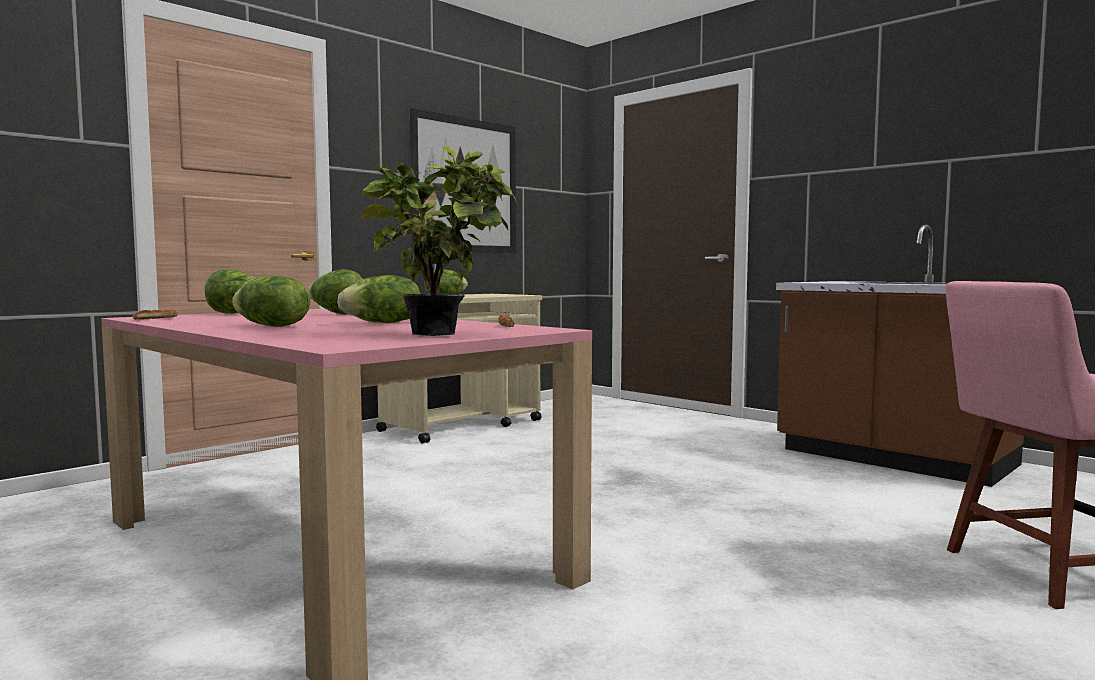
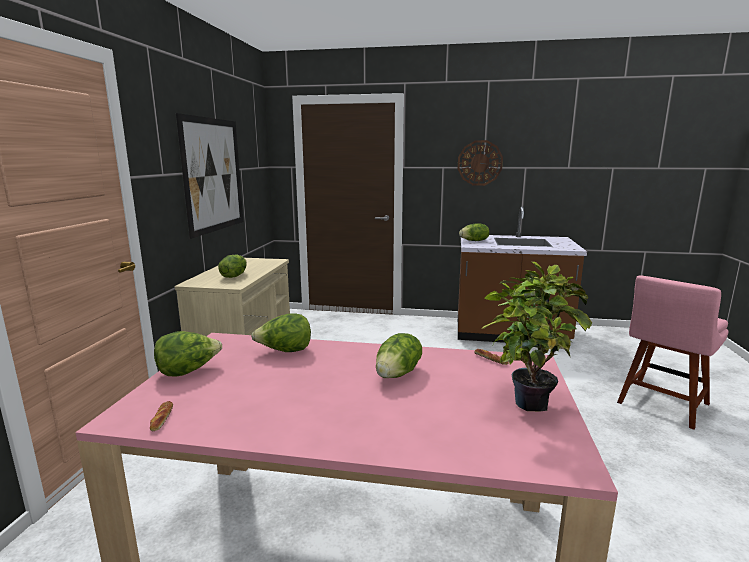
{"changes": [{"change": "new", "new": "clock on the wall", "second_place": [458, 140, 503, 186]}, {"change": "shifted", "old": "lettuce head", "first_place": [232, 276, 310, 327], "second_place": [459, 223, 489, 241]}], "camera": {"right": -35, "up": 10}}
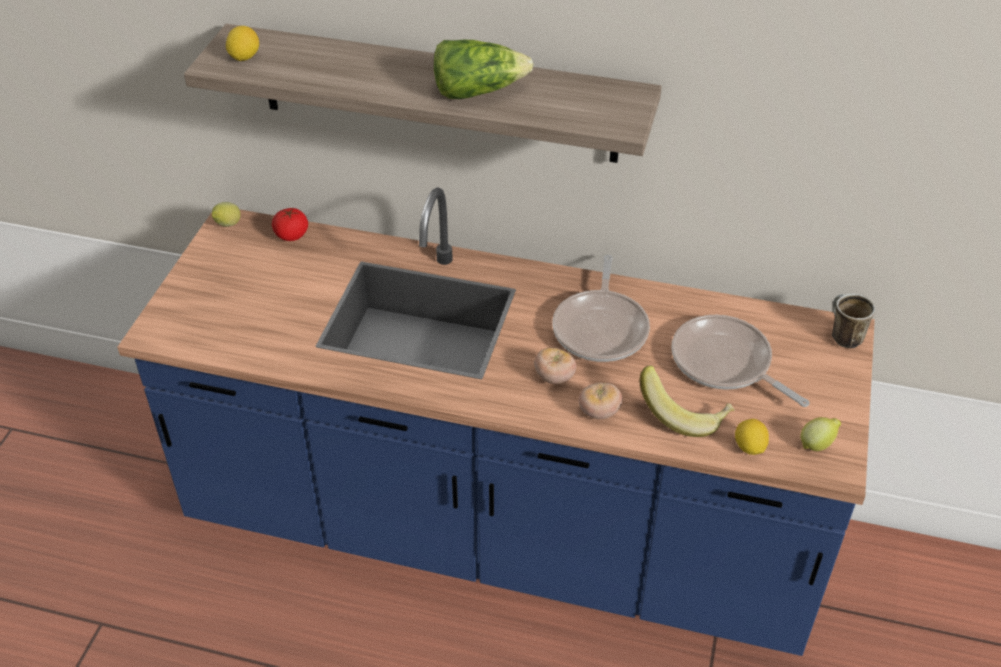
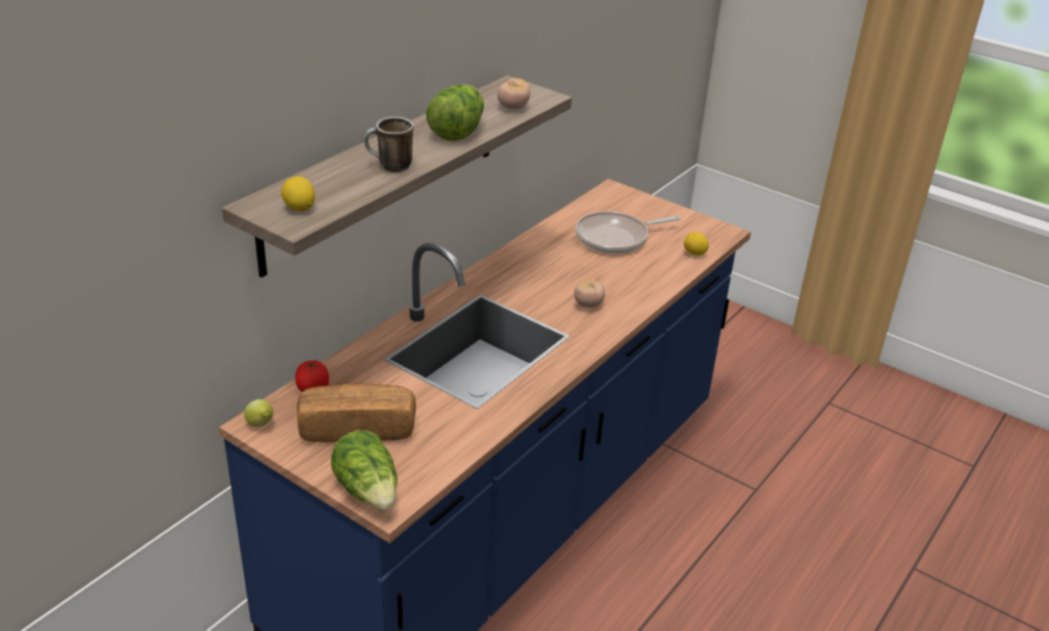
{"changes": [{"change": "new", "new": "bread", "second_place": [297, 384, 416, 442]}, {"change": "new", "new": "lettuce head", "second_place": [331, 430, 397, 510]}, {"change": "shifted", "old": "mug", "first_place": [832, 293, 875, 348], "second_place": [364, 117, 413, 172]}, {"change": "shifted", "old": "tomato", "first_place": [578, 383, 622, 419], "second_place": [497, 78, 530, 110]}, {"change": "gone", "old": "skillet", "first_place": [552, 255, 650, 362]}, {"change": "gone", "old": "whole banana", "first_place": [639, 366, 734, 437]}, {"change": "gone", "old": "whole lemon", "first_place": [800, 417, 841, 451]}], "camera": {"right": -70, "up": -10}}
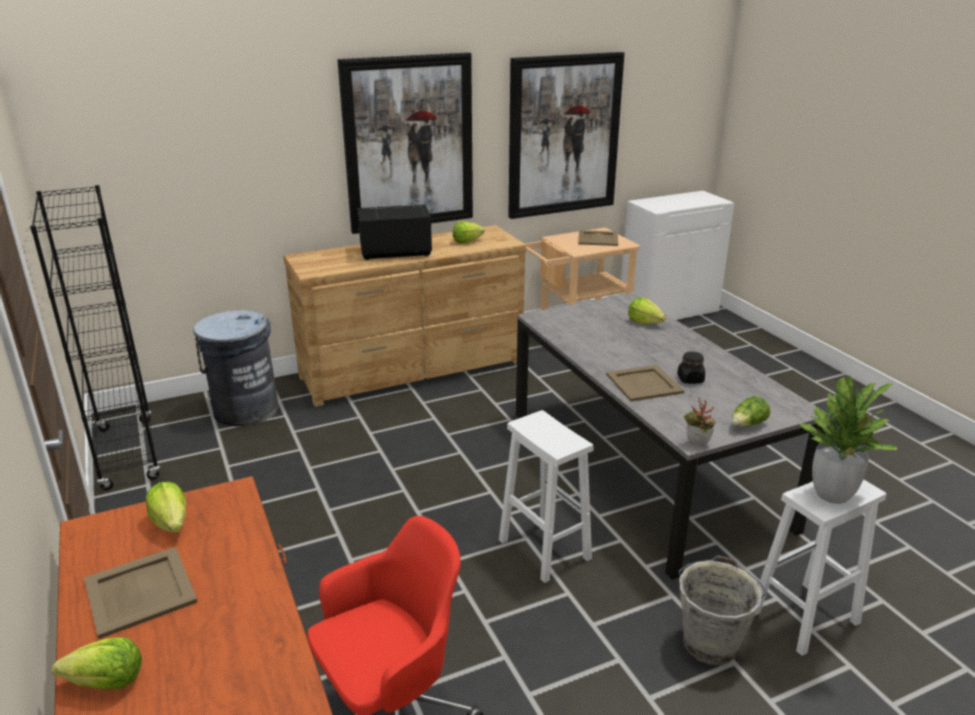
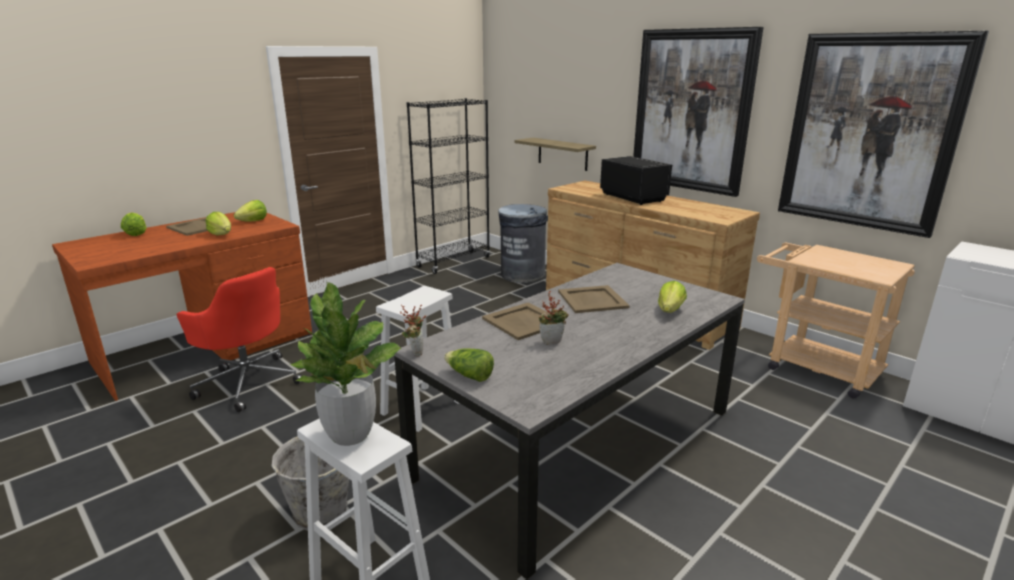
{"changes": [{"change": "shifted", "old": "lettuce head", "first_place": [453, 221, 484, 243], "second_place": [206, 212, 231, 235]}, {"change": "new", "new": "bracket shelf", "second_place": [515, 138, 596, 171]}, {"change": "swapped", "old": "black-coloured preserve jar", "new": "plant in a pot", "first_place": [677, 352, 705, 384], "second_place": [539, 291, 569, 345]}, {"change": "shifted", "old": "beige-coloured carrying tray", "first_place": [578, 230, 618, 246], "second_place": [558, 285, 630, 313]}], "camera": {"right": 70, "up": -5}}
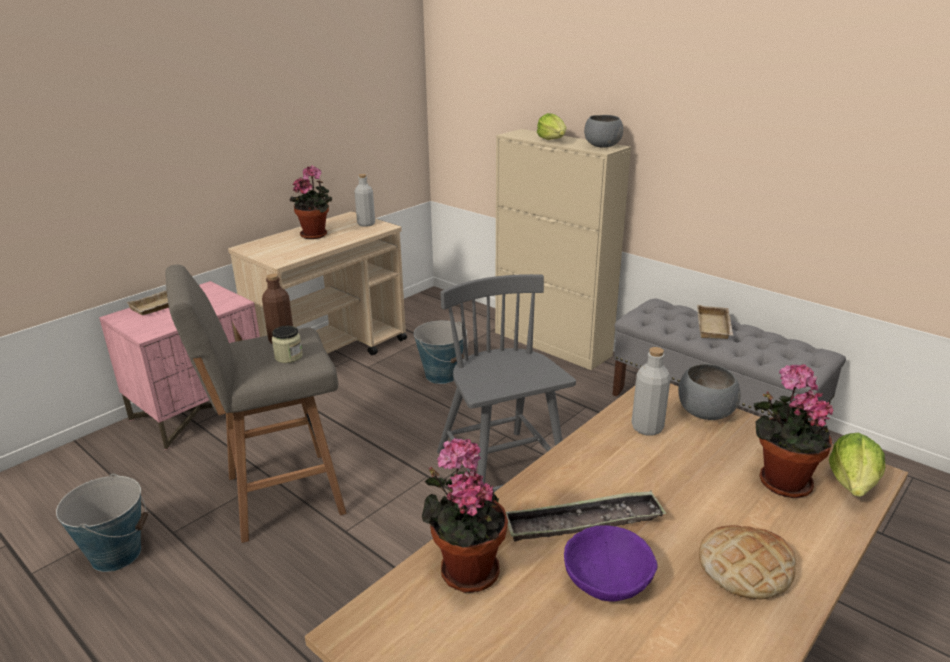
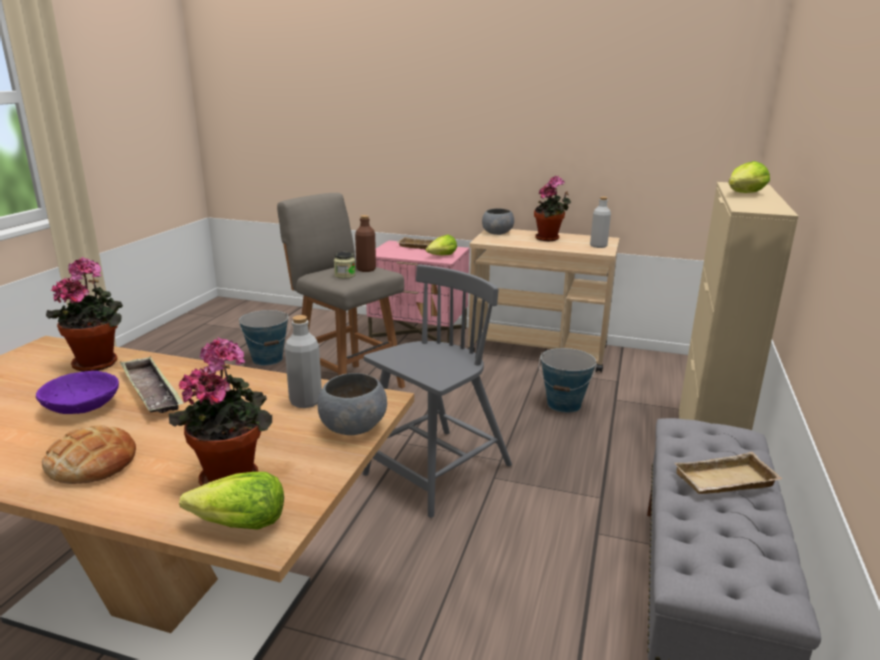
{"changes": [{"change": "new", "new": "lettuce head", "second_place": [426, 235, 457, 255]}, {"change": "shifted", "old": "greyish bowl", "first_place": [584, 115, 623, 148], "second_place": [482, 209, 514, 235]}], "camera": {"right": 65, "up": -5}}
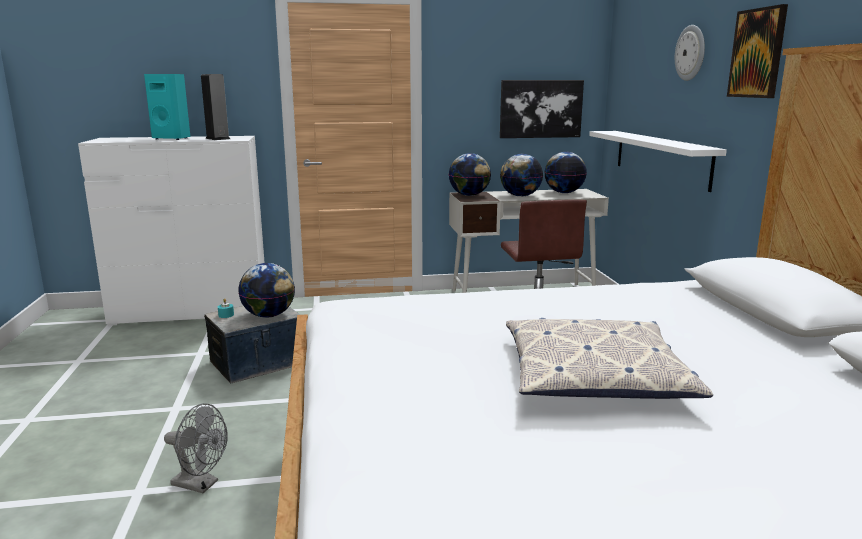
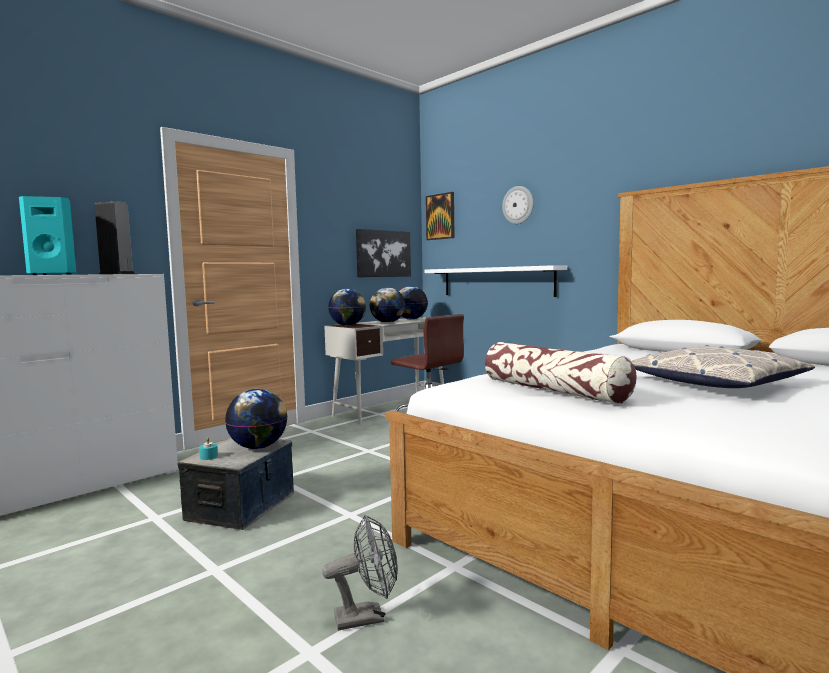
{"changes": [{"change": "shifted", "old": "wall art", "first_place": [727, 4, 788, 98], "second_place": [426, 192, 454, 240]}, {"change": "new", "new": "pillow", "second_place": [485, 342, 637, 404]}], "camera": {"right": -35, "up": -10}}
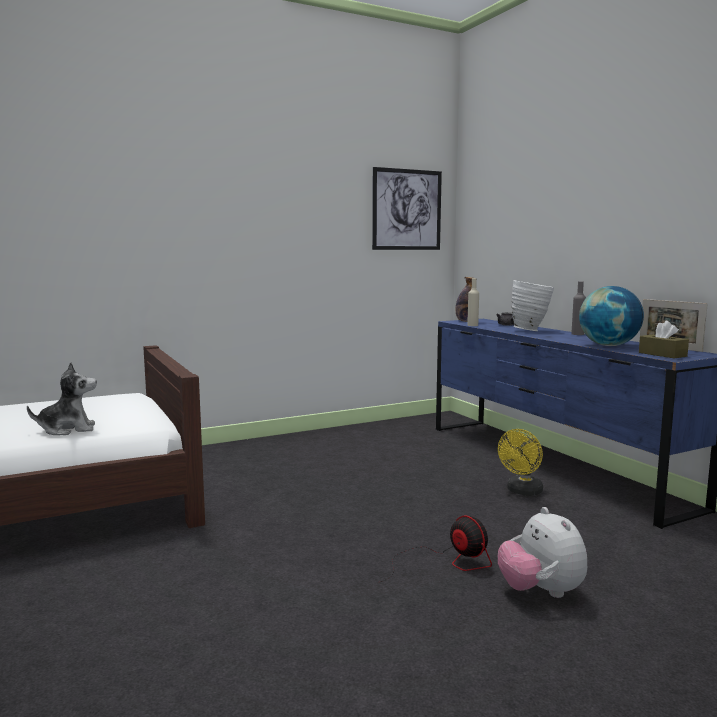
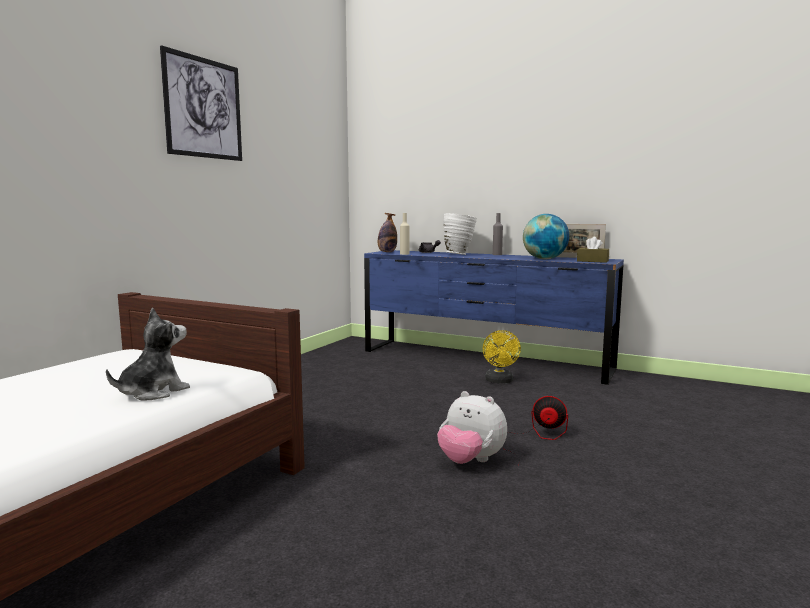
{"changes": [{"change": "shifted", "old": "wall art", "first_place": [372, 167, 442, 250], "second_place": [160, 45, 242, 161]}, {"change": "shifted", "old": "plush toy", "first_place": [498, 507, 587, 598], "second_place": [437, 391, 507, 464]}], "camera": {"right": -35, "up": 0}}
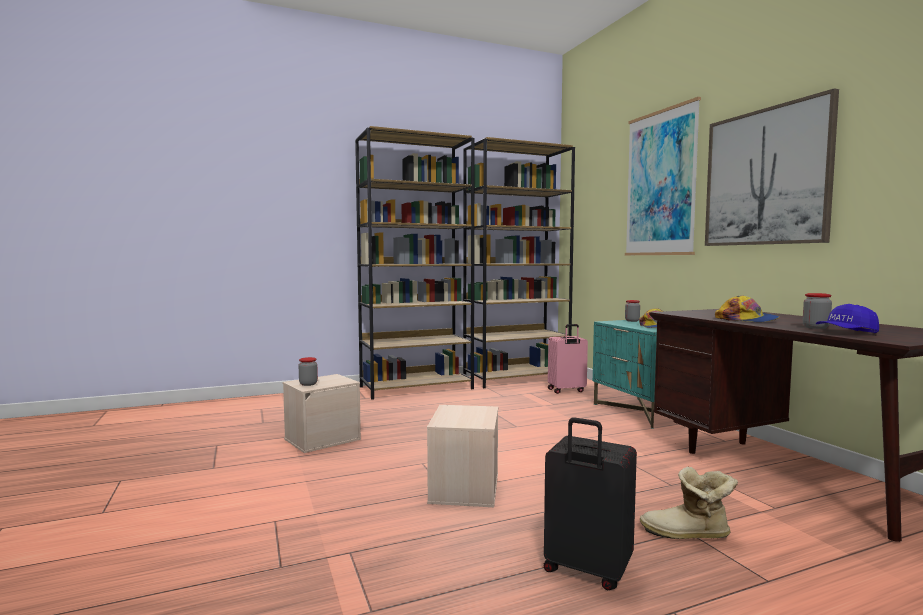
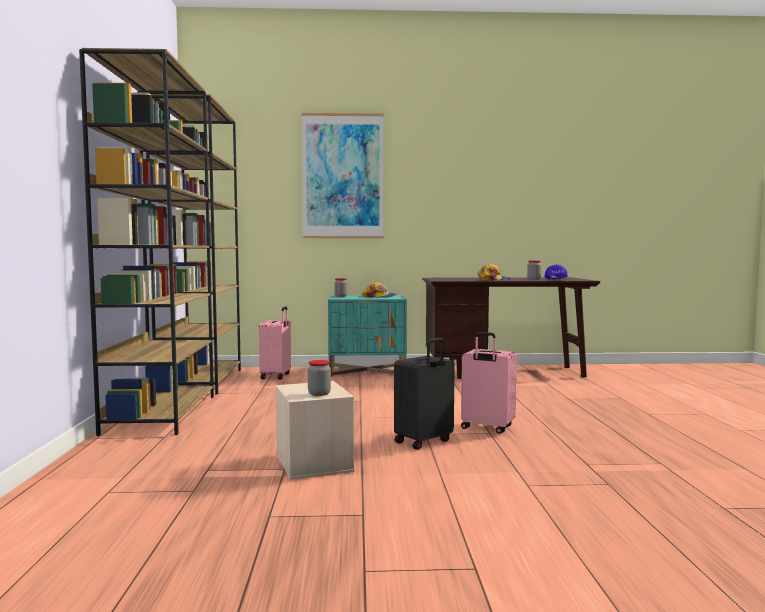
{"changes": [{"change": "shifted", "old": "black-coloured suitcase", "first_place": [544, 417, 637, 590], "second_place": [394, 338, 455, 450]}, {"change": "swapped", "old": "beige-coloured storage container", "new": "pink suitcase", "first_place": [427, 405, 498, 507], "second_place": [461, 332, 517, 434]}, {"change": "gone", "old": "boot", "first_place": [640, 467, 738, 539]}, {"change": "gone", "old": "wall art", "first_place": [705, 88, 839, 246]}], "camera": {"right": -70, "up": 0}}
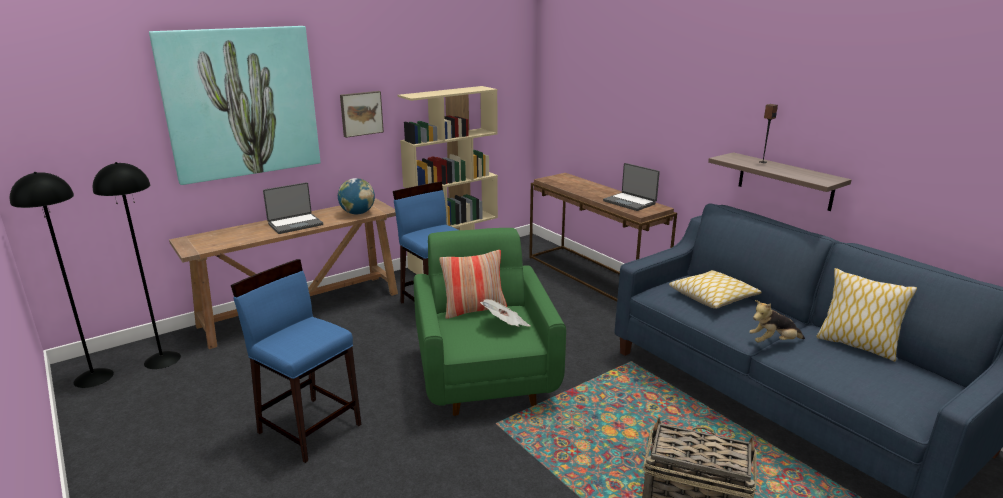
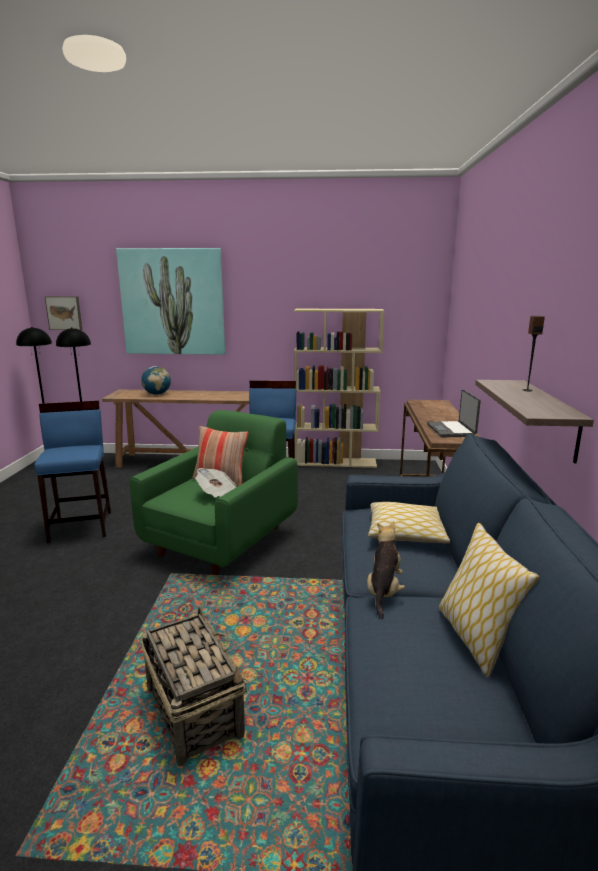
{"changes": [{"change": "shifted", "old": "wall art", "first_place": [340, 91, 384, 138], "second_place": [45, 296, 82, 330]}, {"change": "shifted", "old": "globe", "first_place": [338, 178, 375, 215], "second_place": [141, 366, 171, 395]}, {"change": "rotated", "old": "plush toy", "first_place": [749, 300, 805, 343], "second_place": [367, 522, 405, 619], "degrees": 75}, {"change": "gone", "old": "notebook computer", "first_place": [263, 182, 323, 234]}], "camera": {"right": 40, "up": -5}}
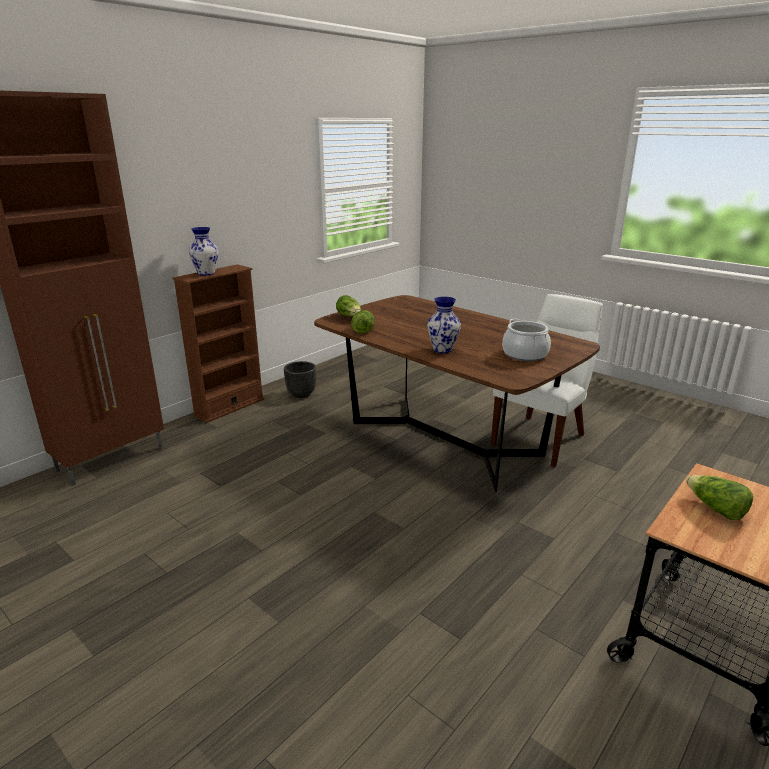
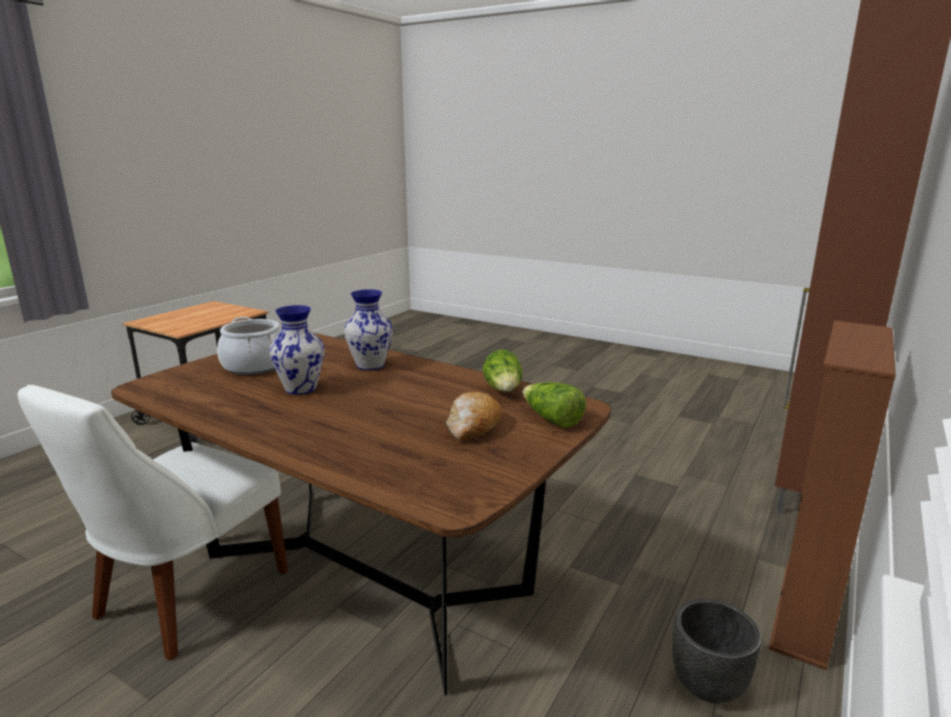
{"changes": [{"change": "shifted", "old": "flower vase", "first_place": [189, 227, 218, 276], "second_place": [269, 305, 324, 395]}, {"change": "new", "new": "bread", "second_place": [446, 392, 501, 441]}, {"change": "gone", "old": "lettuce head", "first_place": [686, 475, 753, 520]}], "camera": {"right": 170, "up": -5}}
